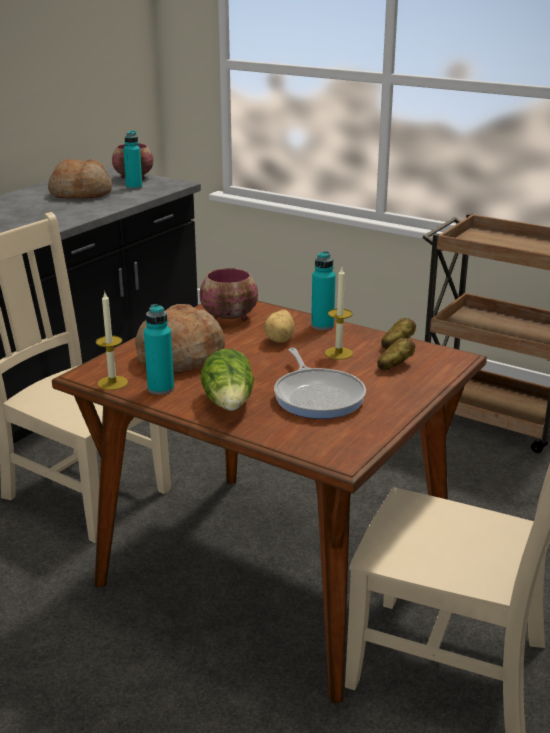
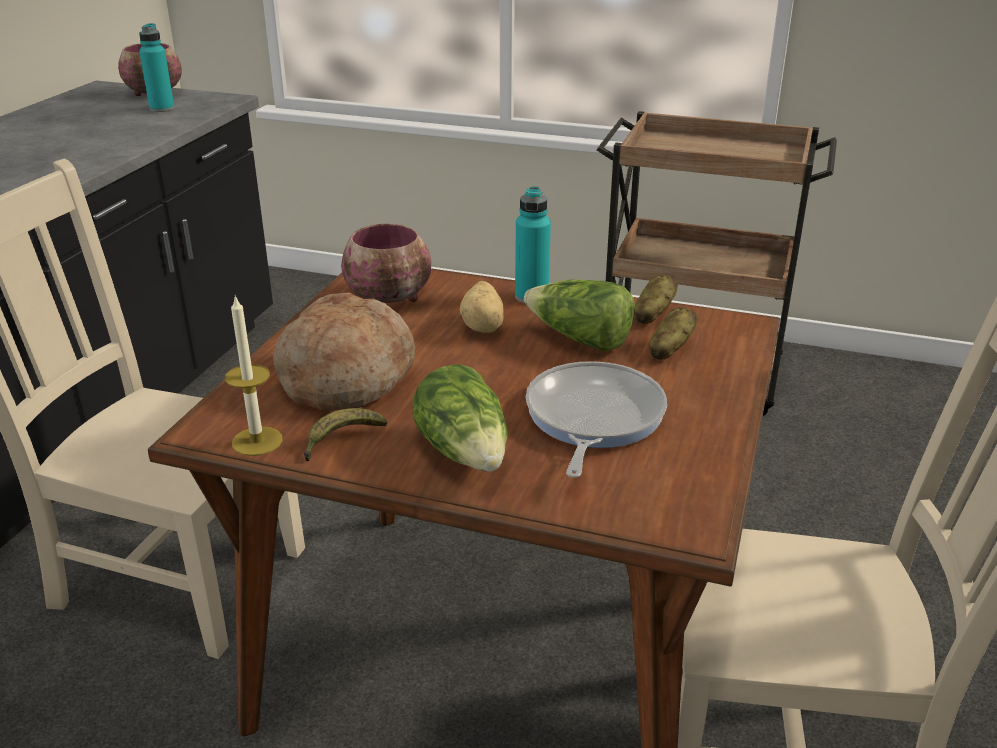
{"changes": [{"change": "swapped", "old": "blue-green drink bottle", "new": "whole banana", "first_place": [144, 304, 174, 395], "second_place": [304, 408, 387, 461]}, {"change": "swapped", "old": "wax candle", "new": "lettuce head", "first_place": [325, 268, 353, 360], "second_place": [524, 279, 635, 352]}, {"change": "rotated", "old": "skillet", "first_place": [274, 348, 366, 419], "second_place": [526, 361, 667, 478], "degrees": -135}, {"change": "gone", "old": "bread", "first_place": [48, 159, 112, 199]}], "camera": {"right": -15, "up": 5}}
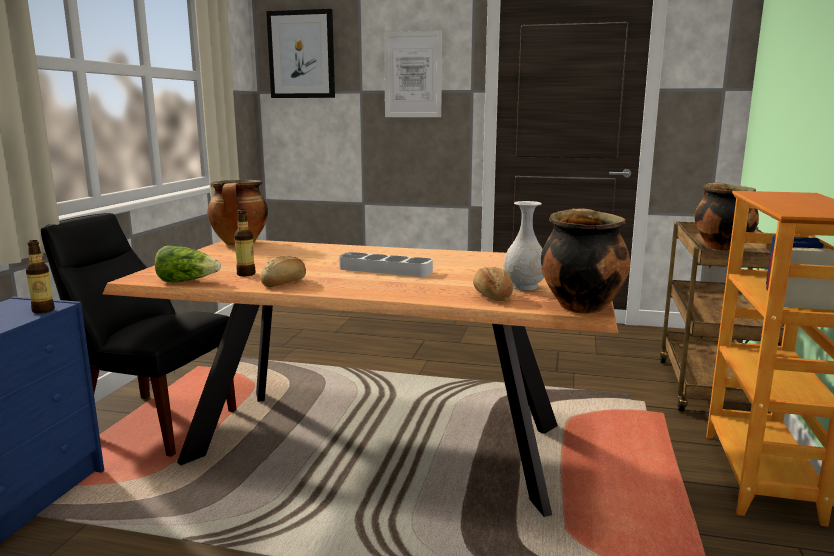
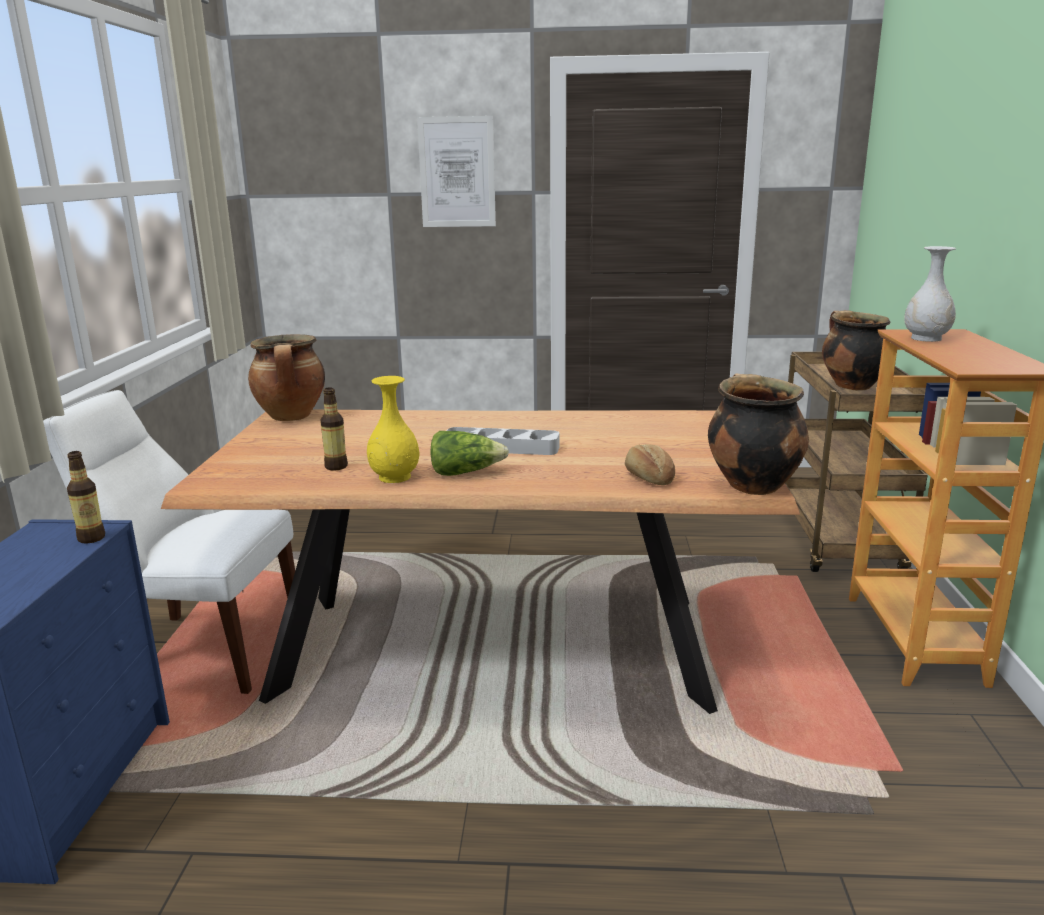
{"changes": [{"change": "repainted", "old": "black-coloured upright chair", "new": "white-coloured upright chair", "first_place": [41, 213, 237, 457], "second_place": [43, 390, 295, 694]}, {"change": "swapped", "old": "bread", "new": "yellow-coloured flower vase", "first_place": [261, 256, 306, 287], "second_place": [367, 376, 419, 483]}, {"change": "shifted", "old": "lettuce head", "first_place": [155, 245, 221, 283], "second_place": [430, 431, 509, 476]}, {"change": "shifted", "old": "white-coloured flower vase", "first_place": [503, 201, 544, 291], "second_place": [904, 246, 956, 342]}, {"change": "gone", "old": "wall art", "first_place": [266, 9, 335, 98]}], "camera": {"right": -10, "up": 5}}
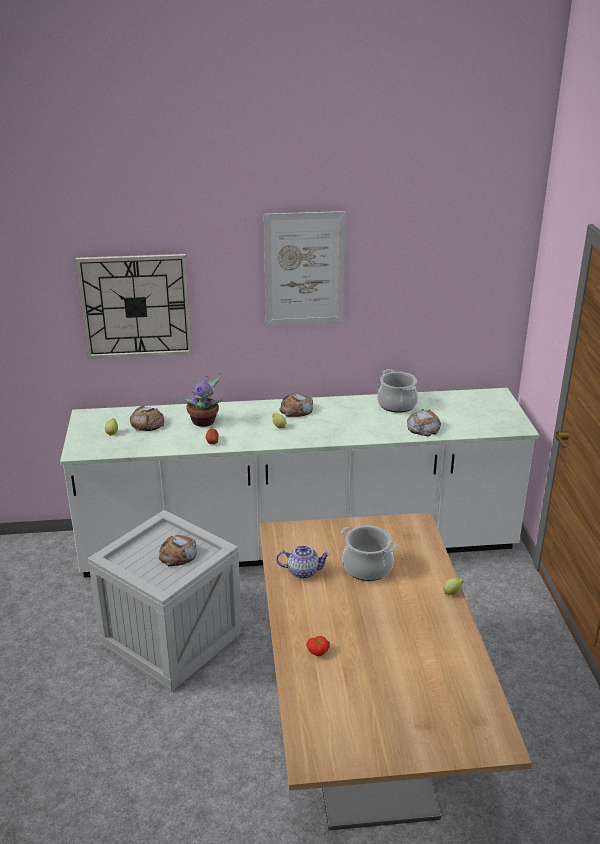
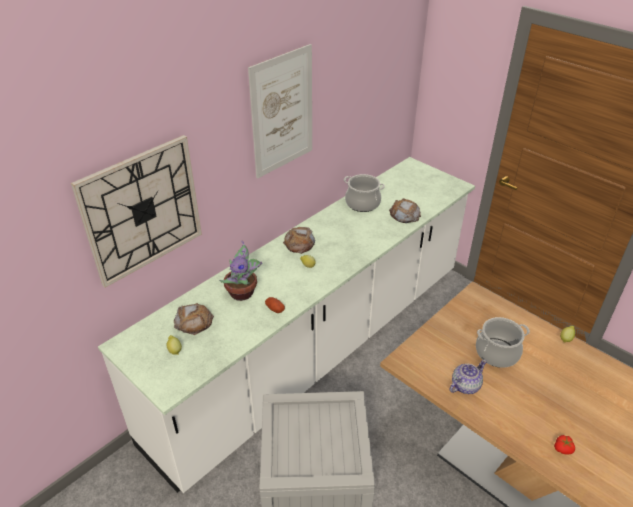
{"changes": [{"change": "gone", "old": "bread", "first_place": [159, 535, 197, 566]}], "camera": {"right": -40, "up": 10}}
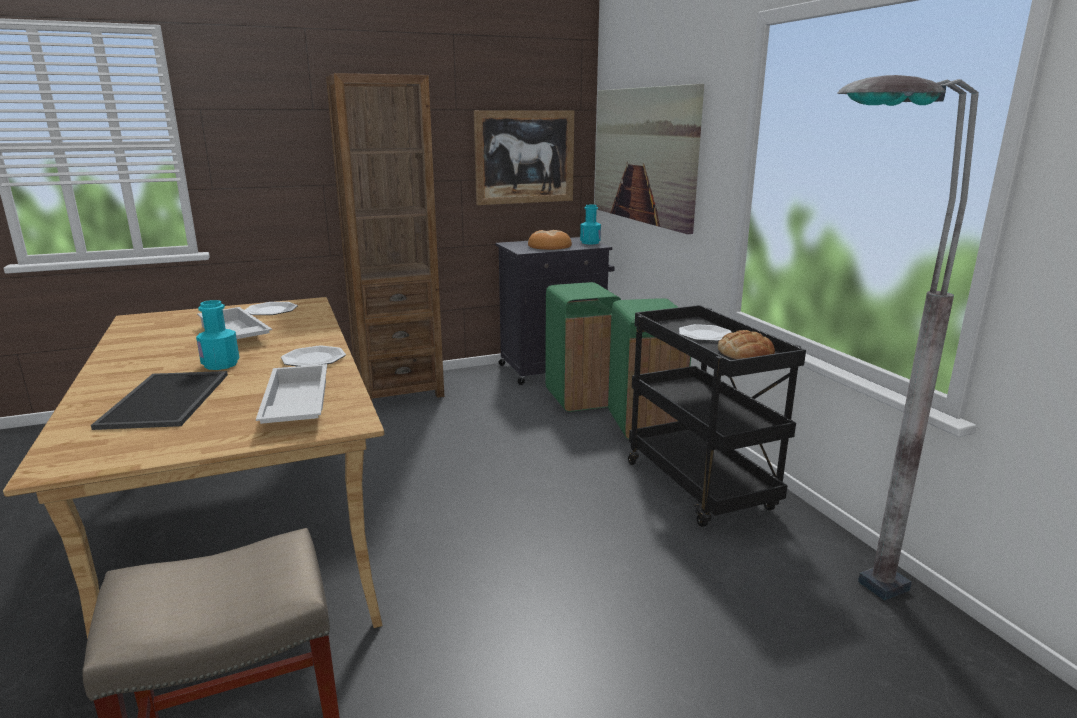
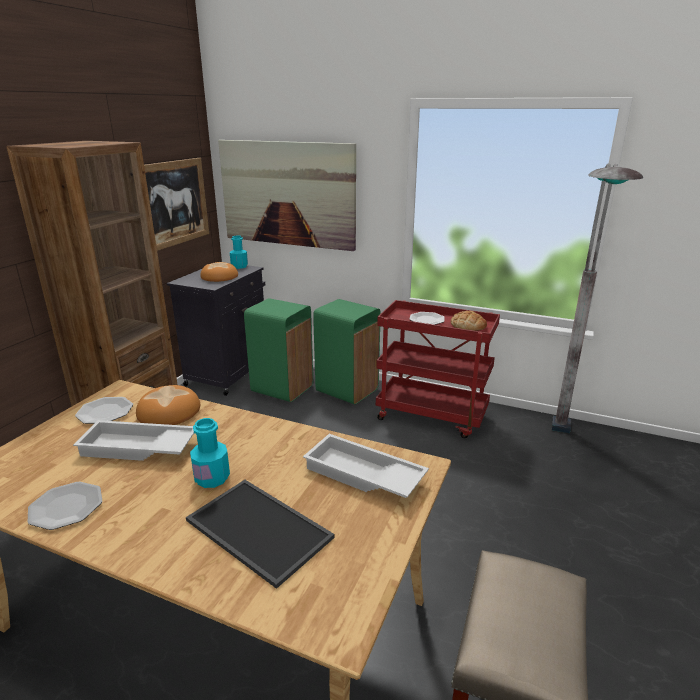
{"changes": [{"change": "shifted", "old": "plate", "first_place": [281, 346, 346, 366], "second_place": [28, 482, 103, 530]}, {"change": "new", "new": "bread", "second_place": [136, 385, 200, 425]}, {"change": "repainted", "old": "black-coloured wheeled cart", "new": "red-coloured wheeled cart", "first_place": [628, 305, 806, 527], "second_place": [376, 300, 500, 439]}], "camera": {"right": -45, "up": 5}}
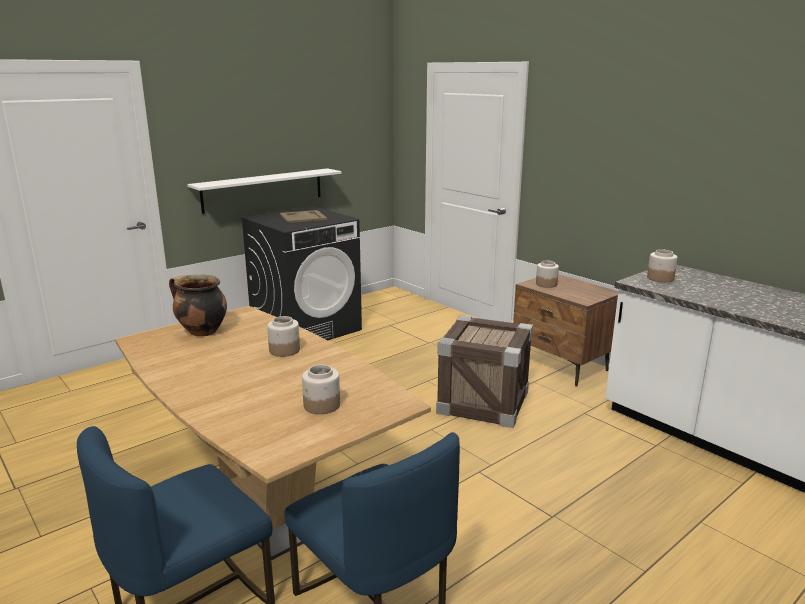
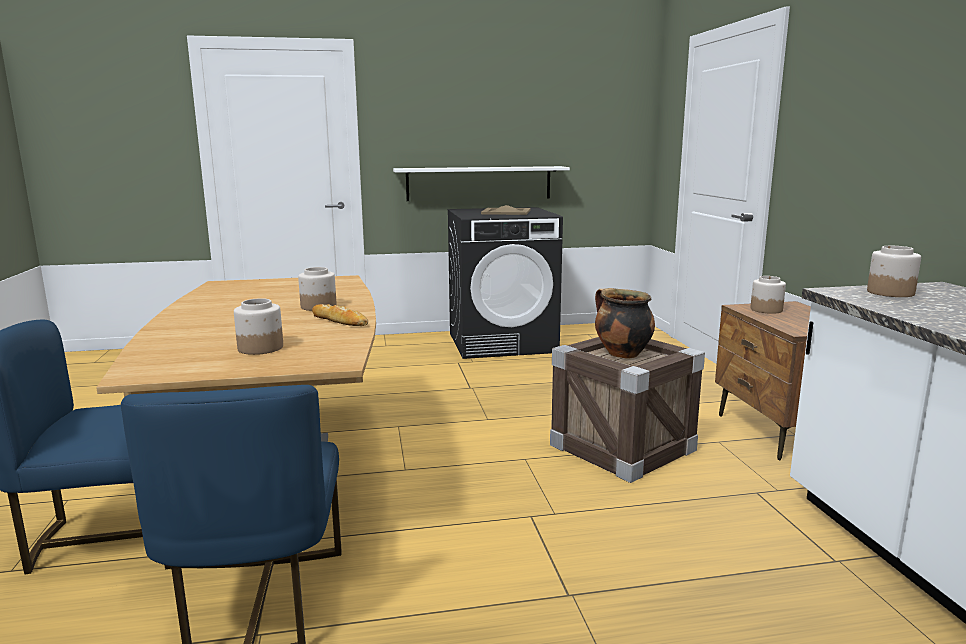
{"changes": [{"change": "new", "new": "bread", "second_place": [312, 304, 368, 326]}, {"change": "shifted", "old": "saucepot", "first_place": [169, 275, 227, 336], "second_place": [595, 288, 655, 359]}], "camera": {"right": 30, "up": -5}}
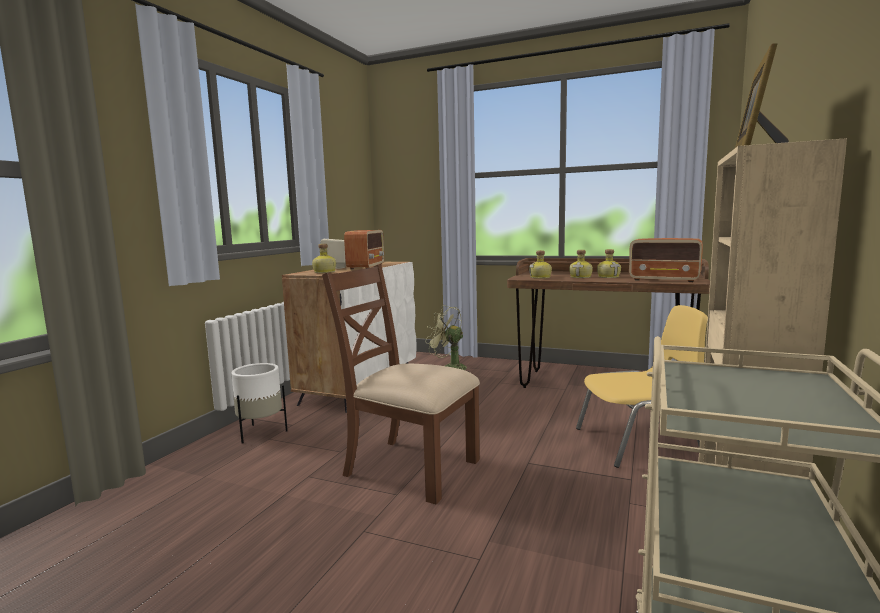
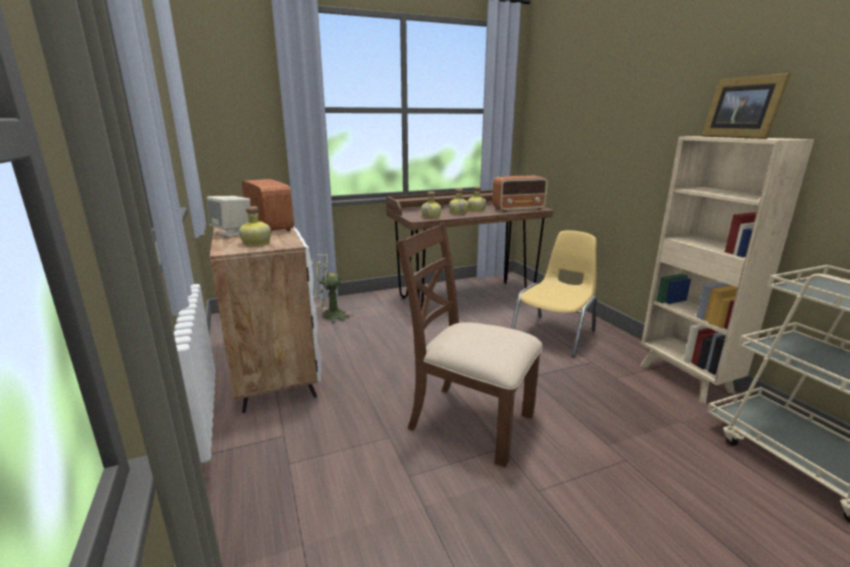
{"changes": [{"change": "rotated", "old": "brownish upright chair", "first_place": [322, 264, 480, 504], "second_place": [396, 222, 543, 467], "degrees": 45}, {"change": "gone", "old": "white-coloured planter", "first_place": [231, 363, 288, 444]}], "camera": {"right": -45, "up": 10}}
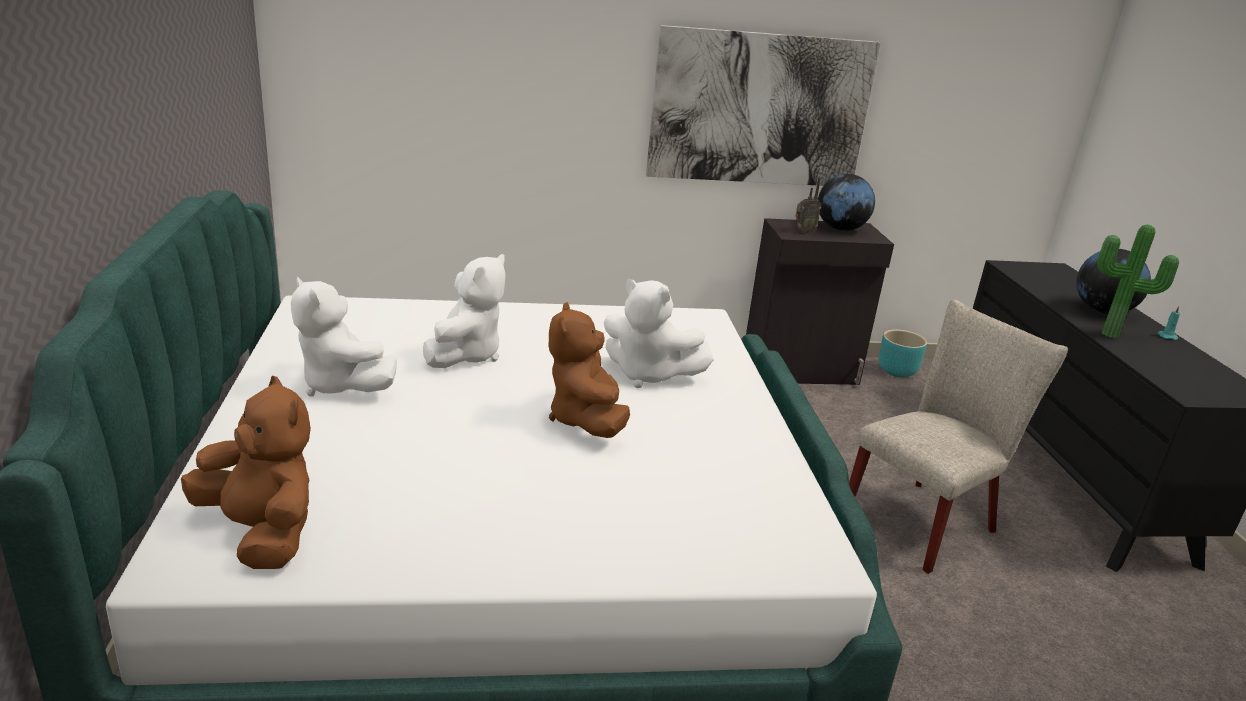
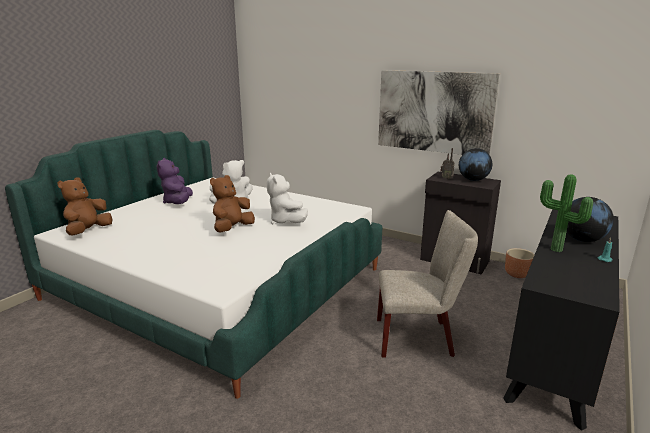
{"changes": [{"change": "rotated", "old": "brownish plush toy", "first_place": [181, 376, 311, 569], "second_place": [57, 177, 112, 235], "degrees": -150}, {"change": "repainted", "old": "white-coloured plush toy", "new": "purplish plush toy", "first_place": [291, 277, 397, 396], "second_place": [157, 158, 193, 204]}, {"change": "repainted", "old": "blue-green planter", "new": "brownish planter", "first_place": [879, 329, 927, 377], "second_place": [505, 248, 535, 278]}], "camera": {"right": 40, "up": -5}}
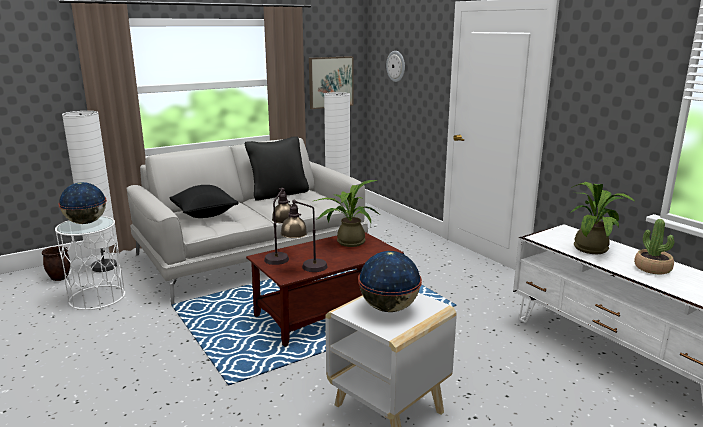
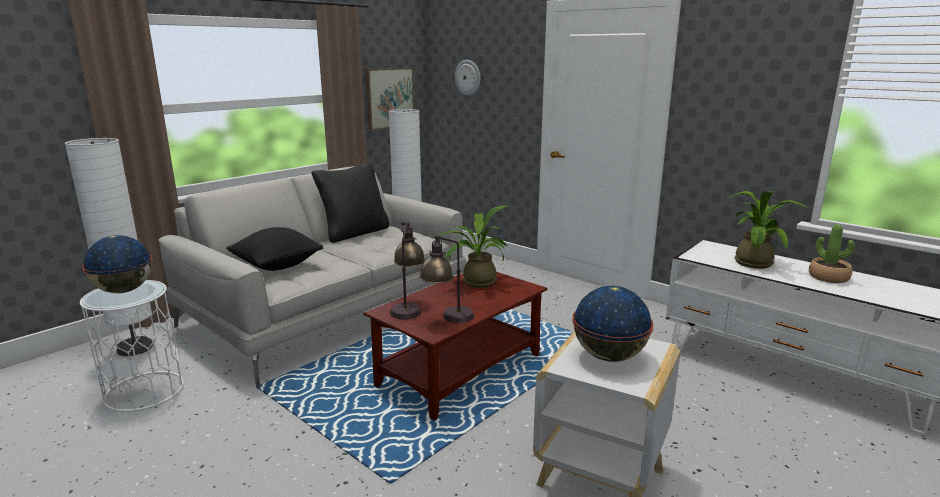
{"changes": [{"change": "gone", "old": "brownish planter", "first_place": [42, 246, 70, 281]}], "camera": {"right": -15, "up": 0}}
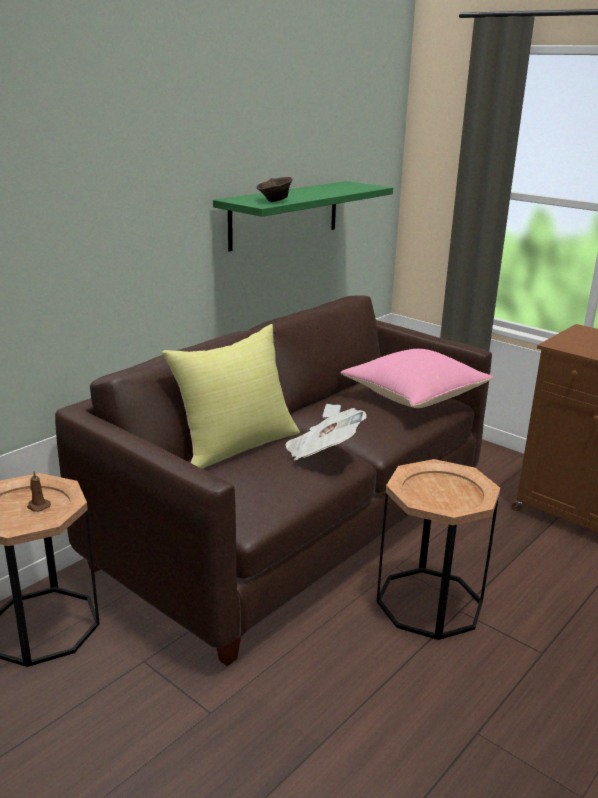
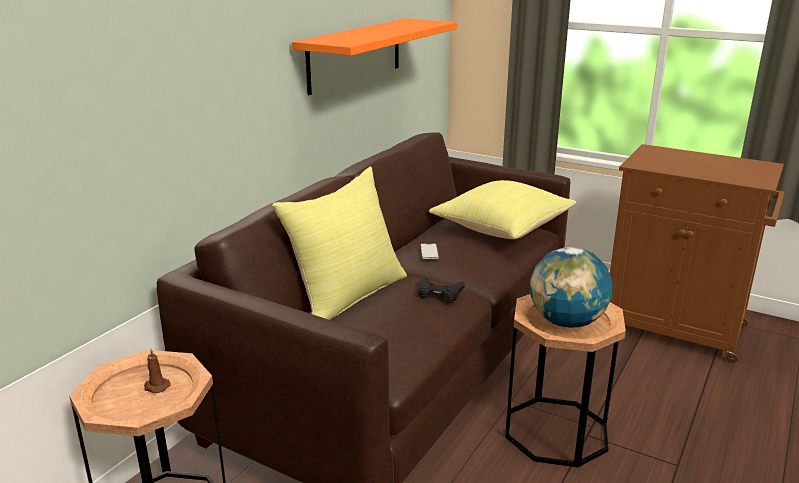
{"changes": [{"change": "repainted", "old": "green-coloured bracket shelf", "new": "orangey bracket shelf", "first_place": [213, 181, 393, 251], "second_place": [292, 19, 457, 95]}, {"change": "swapped", "old": "daily paper", "new": "black-coloured gamepad", "first_place": [285, 408, 367, 460], "second_place": [419, 276, 465, 302]}, {"change": "repainted", "old": "pink pillow", "new": "yellow-coloured pillow", "first_place": [341, 349, 494, 408], "second_place": [429, 180, 576, 239]}, {"change": "new", "new": "globe", "second_place": [530, 247, 612, 328]}, {"change": "gone", "old": "brownish bowl", "first_place": [257, 177, 293, 202]}], "camera": {"right": -10, "up": 0}}
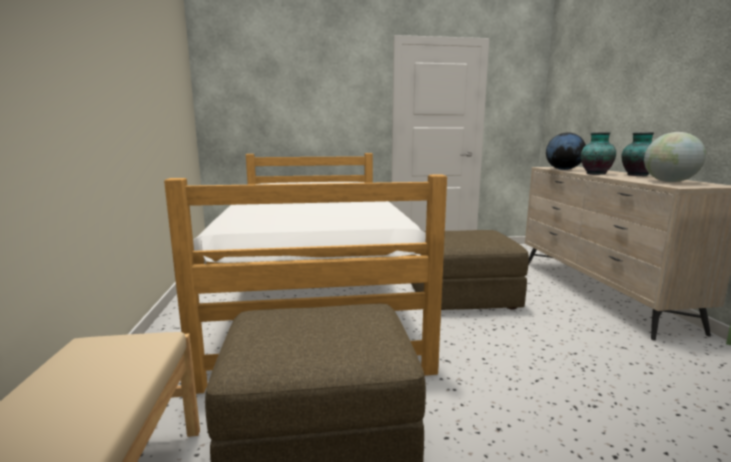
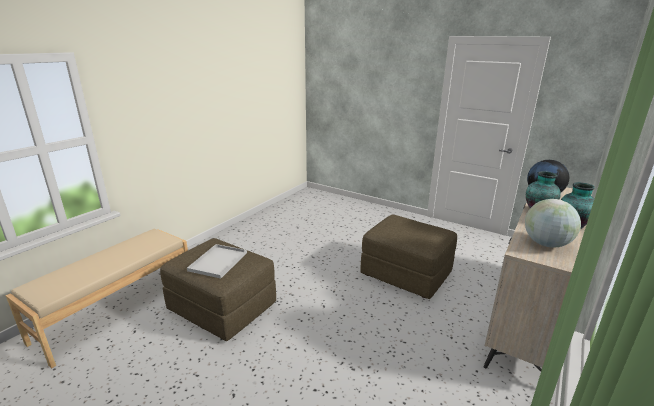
{"changes": [{"change": "new", "new": "white-coloured carrying tray", "second_place": [187, 244, 247, 279]}, {"change": "gone", "old": "bed", "first_place": [164, 153, 447, 394]}], "camera": {"right": 40, "up": 10}}
